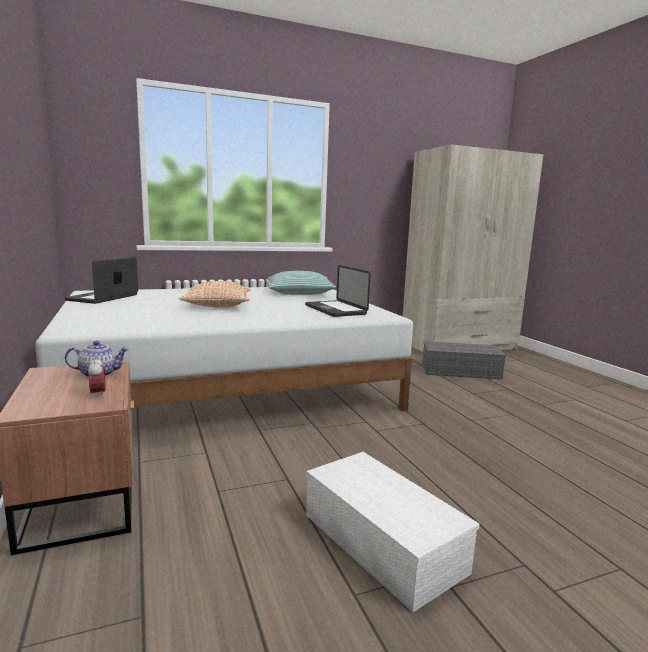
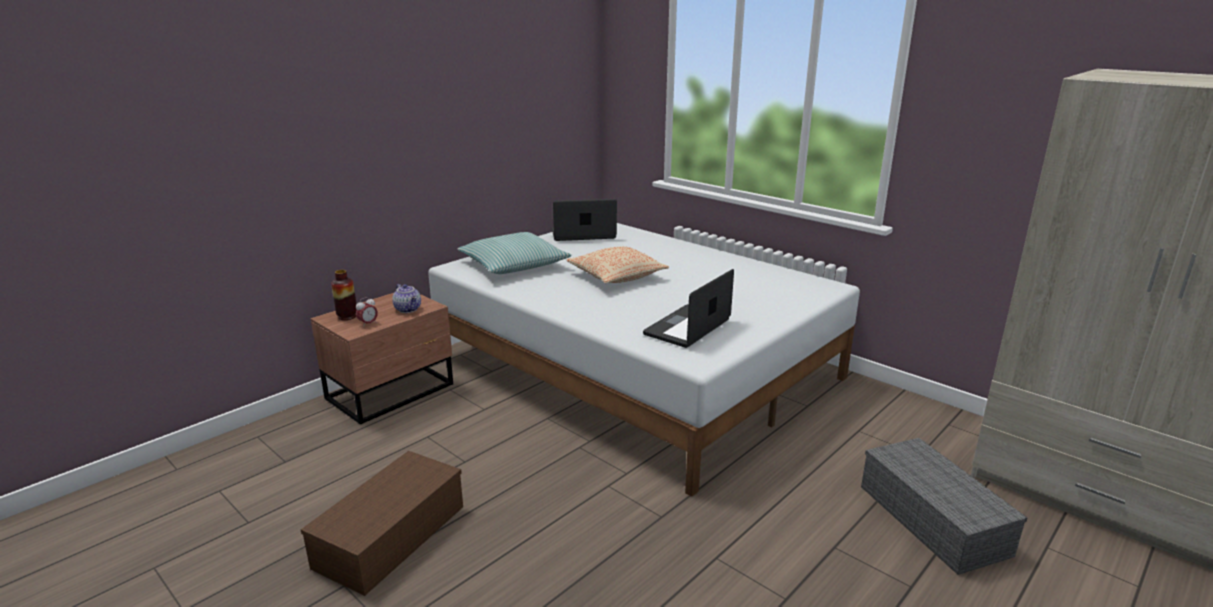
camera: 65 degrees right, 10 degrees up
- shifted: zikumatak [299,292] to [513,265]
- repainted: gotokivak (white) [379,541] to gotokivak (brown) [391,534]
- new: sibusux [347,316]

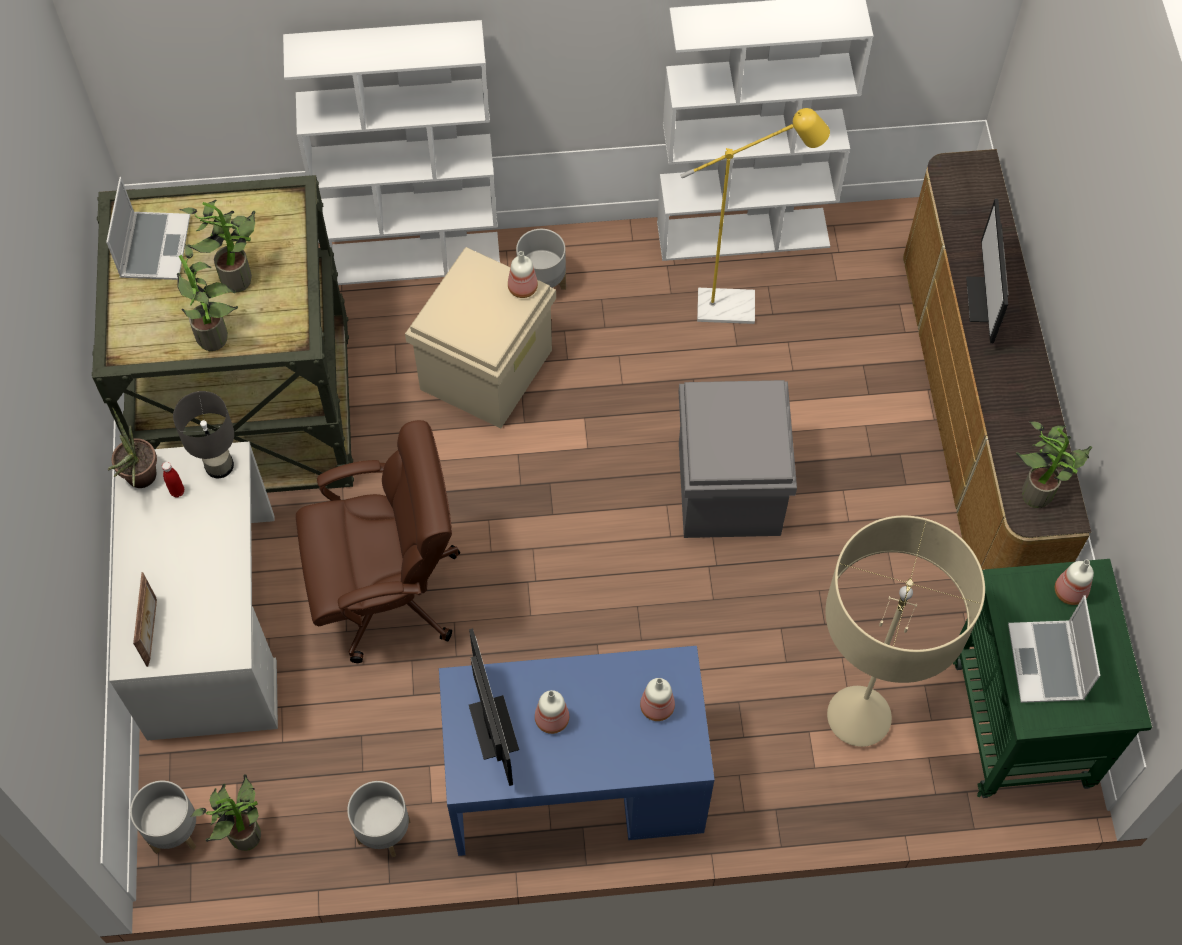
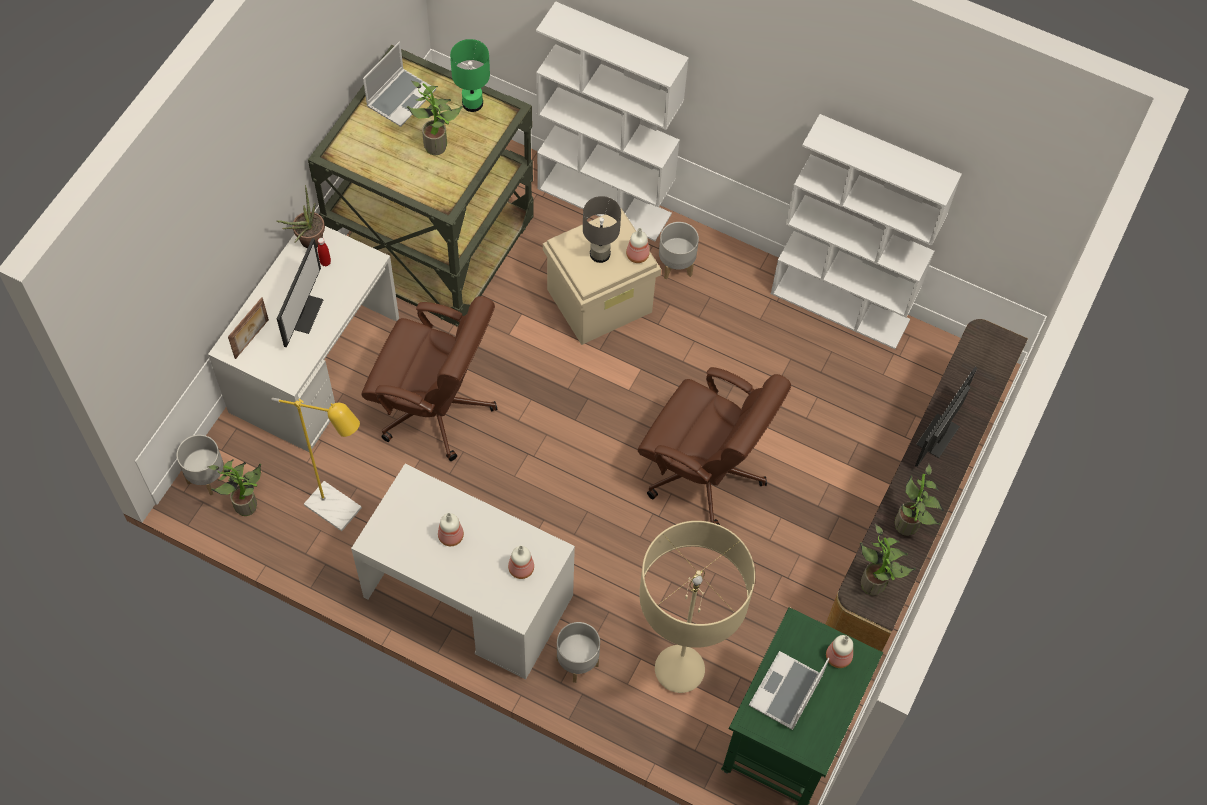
camera: 30 degrees right, 0 degrees up
- shifted: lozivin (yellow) [738,307] to [341,512]
- shifted: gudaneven [217,337] to [909,526]
- swapped: gotokivak (grey) [729,490] to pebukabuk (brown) [703,472]
- shifted: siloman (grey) [219,465] to [600,253]
- shifted: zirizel [492,727] to [303,312]
- repainted: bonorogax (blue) [575,780] to bonorogax (white) [468,596]
- shifted: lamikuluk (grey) [384,831] to [578,662]
- new: siloman (green) [473,103]

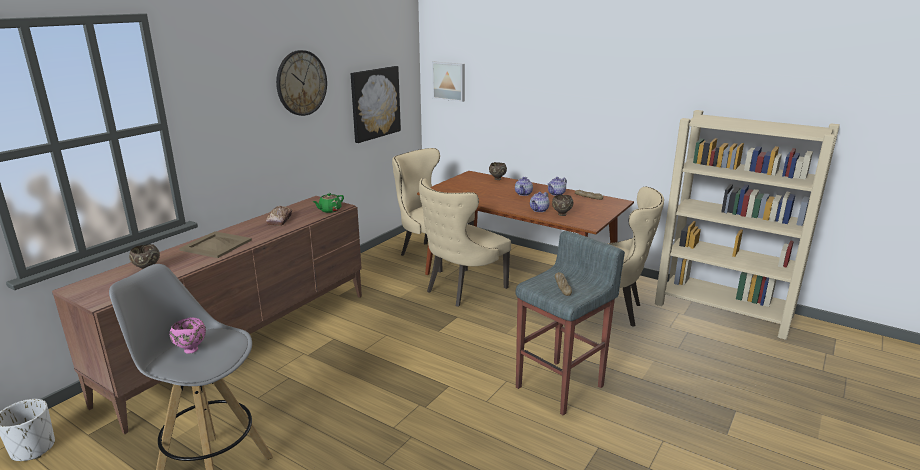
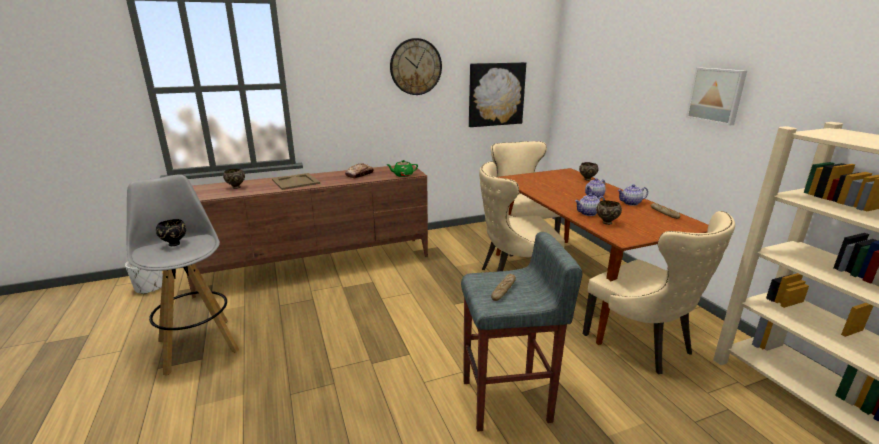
camera: 35 degrees right, 0 degrees up
- shifted: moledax [449,81] to [716,95]
- repainted: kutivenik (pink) [191,349] to kutivenik (black) [175,244]

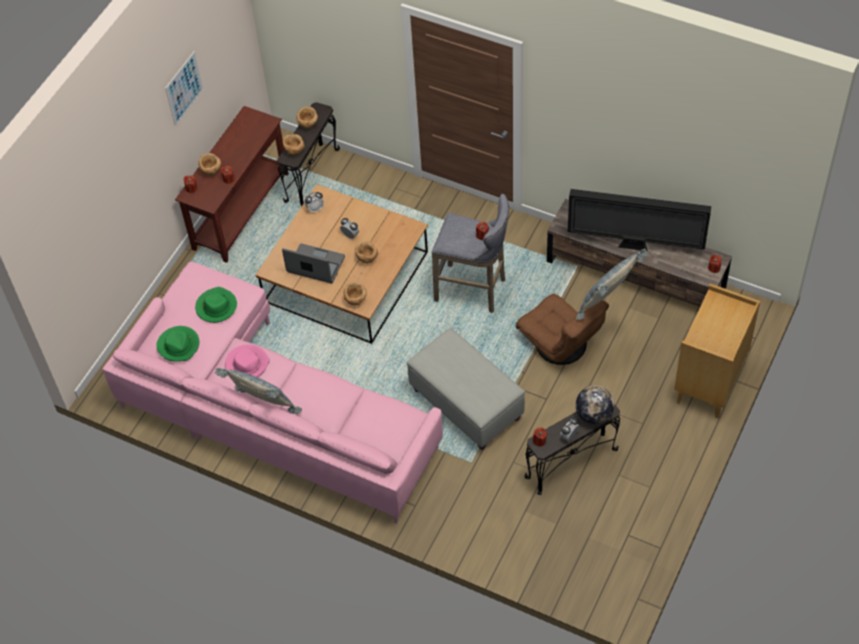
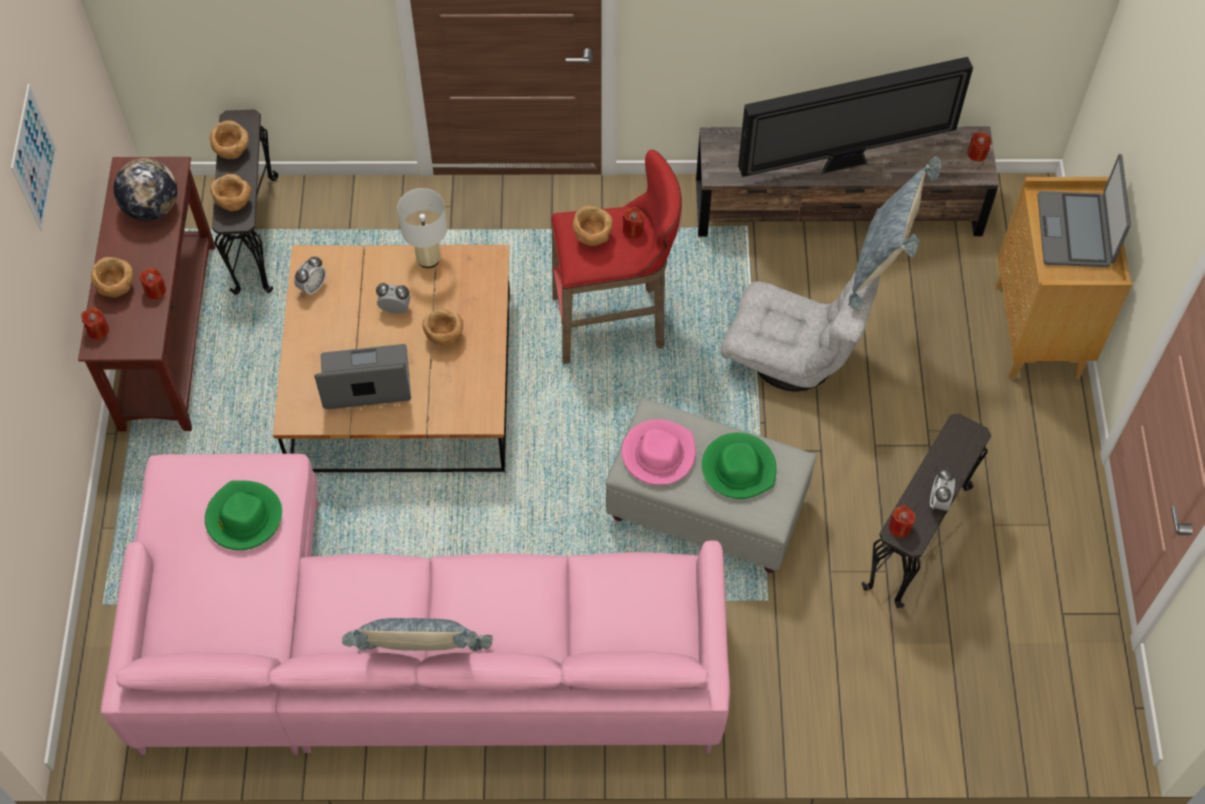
camera: 30 degrees left, 5 degrees up
- repainted: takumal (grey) [474,290] to takumal (red) [614,322]
- shifted: kutivenik (brown) [356,300] to [592,237]
- repainted: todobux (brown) [559,344] to todobux (grey) [791,357]
- shifted: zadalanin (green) [179,345] to [739,468]
- shifted: zadalanin (pink) [247,364] to [658,454]
- shifted: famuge [594,414] to [152,208]
- new: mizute [1075,230]
- new: siloman (white) [429,259]

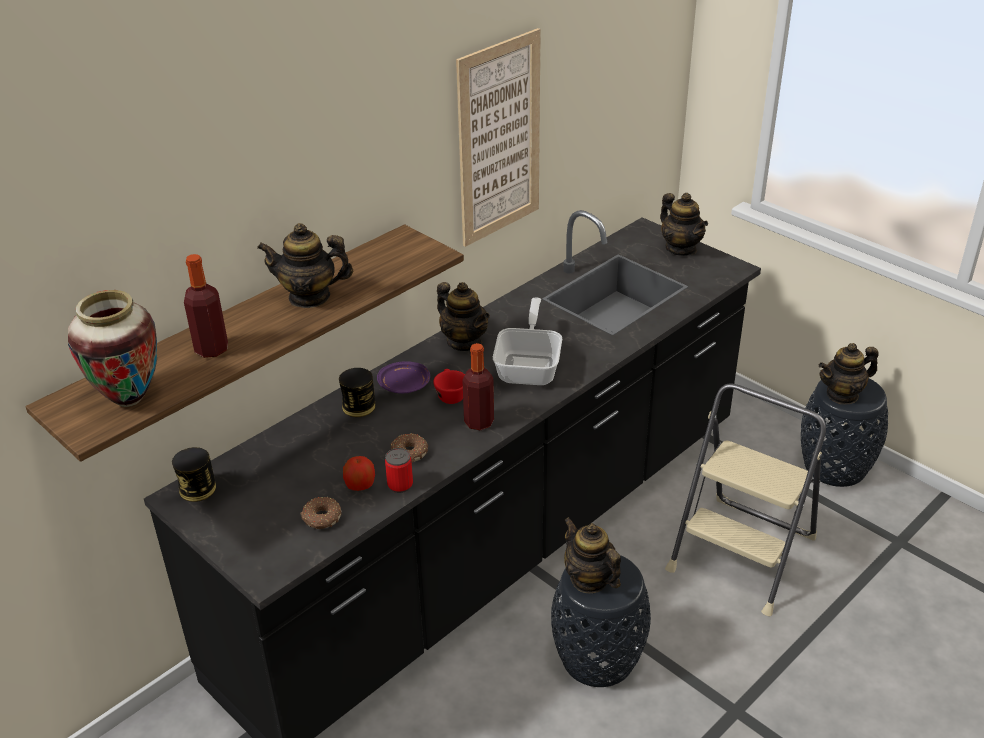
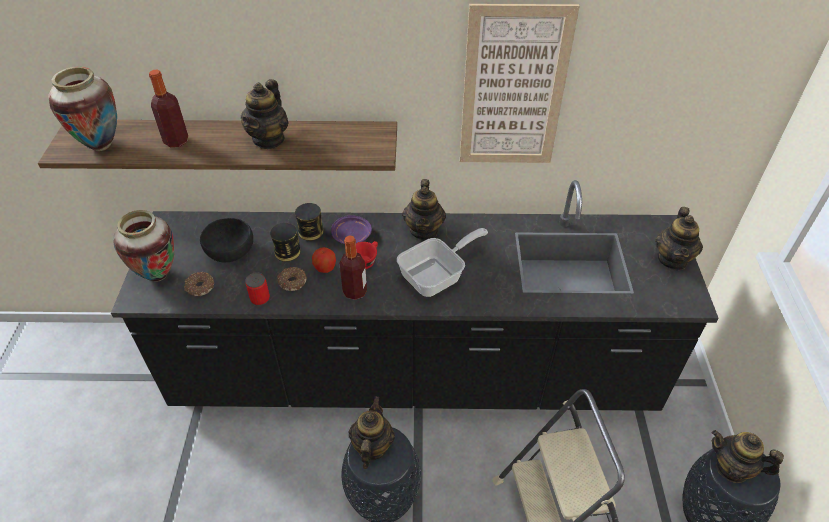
camera: 45 degrees right, 10 degrees up
- rotated: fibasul [310,297] = [269,139] 120 degrees counterclockwise
- shifted: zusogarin [197,489] to [287,252]
- shifted: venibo [360,486] to [325,268]
- new: sibusux [158,275]
- new: kutivenik (black) [230,251]

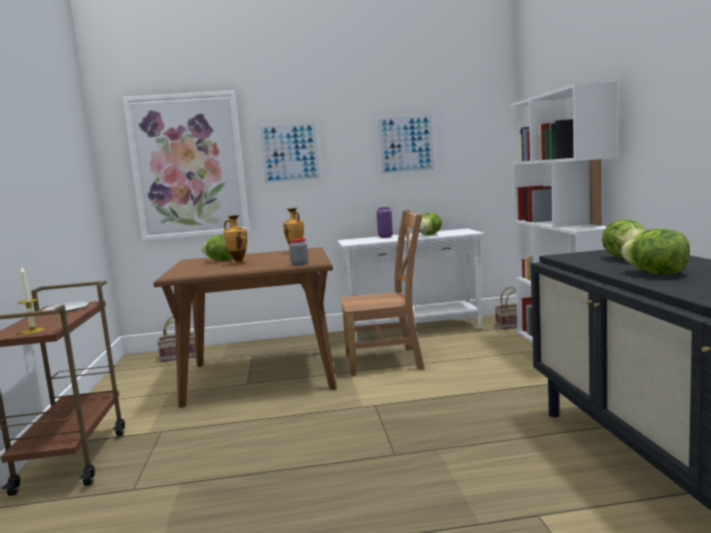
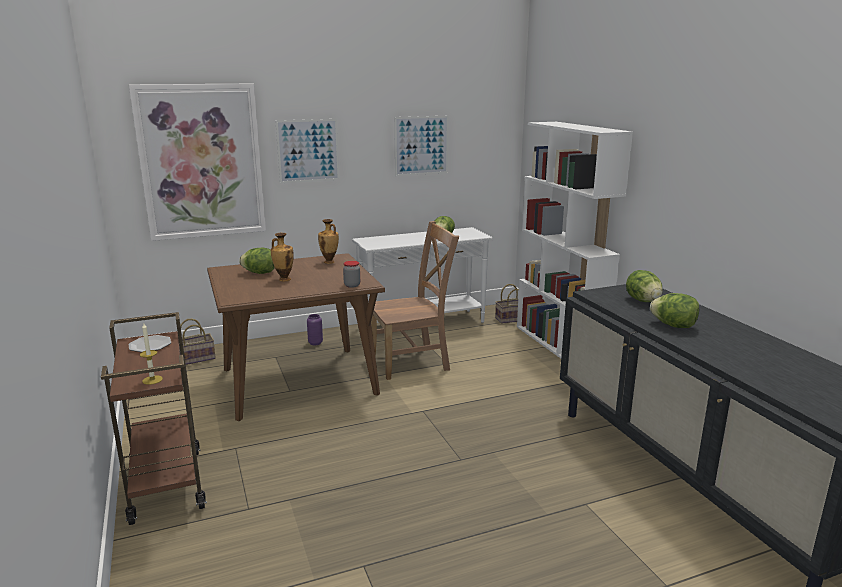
camera: 15 degrees left, 10 degrees up
- shifted: sibusux (purple) [385,237] to [315,343]

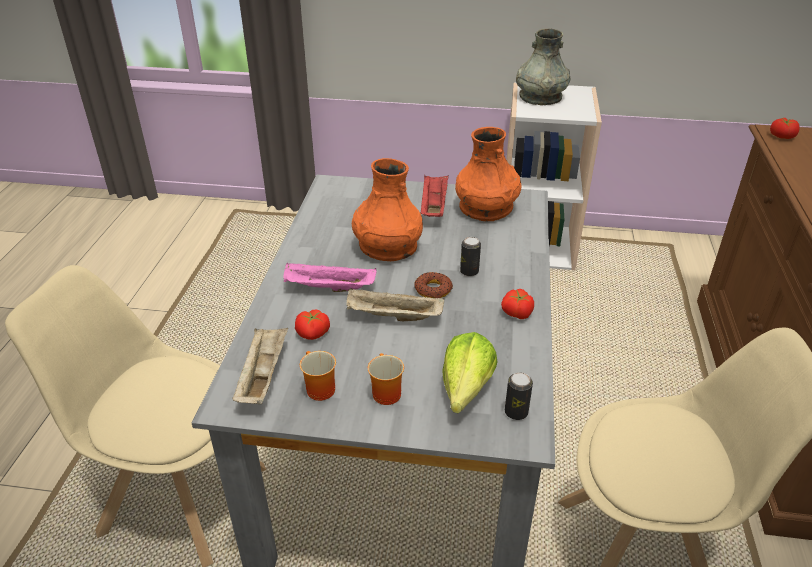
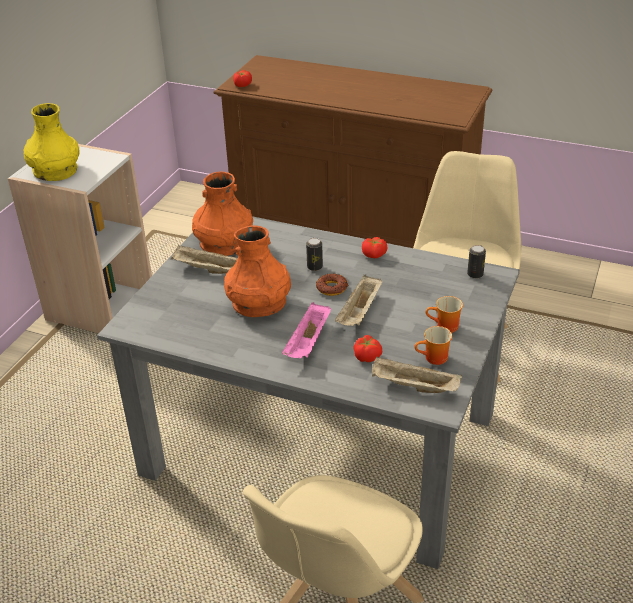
camera: 75 degrees left, 0 degrees up
- repainted: sibusux (grey) [540,97] to sibusux (yellow) [55,171]
- repainted: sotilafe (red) [433,206] to sotilafe (beige) [207,269]
- gone: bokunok [462,395]

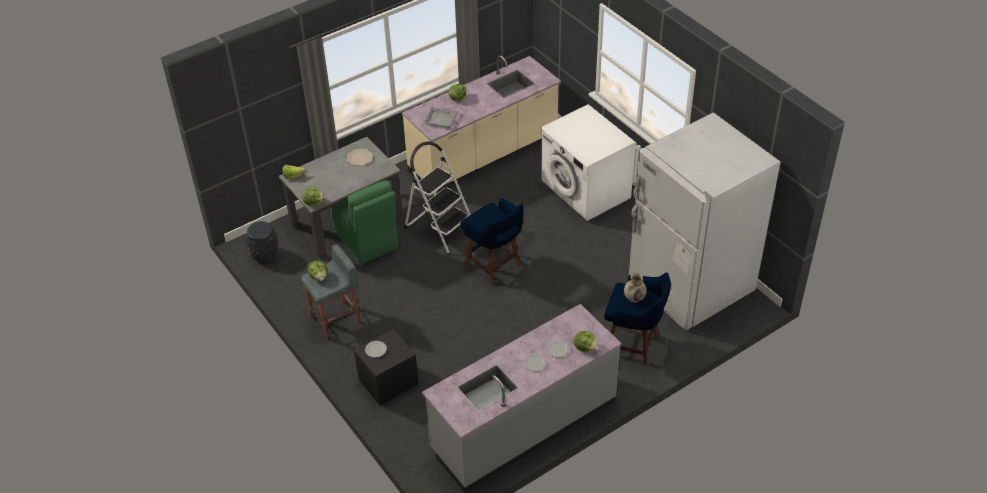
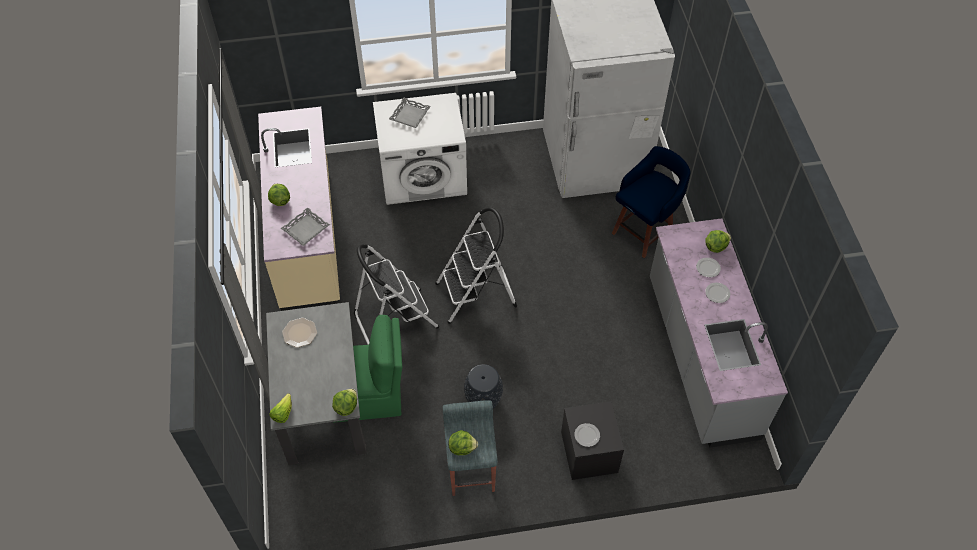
camera: 65 degrees left, 10 degrees up
- swapped: takumal (blue) [494,266] to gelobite [478,295]
- shifted: takumal (black) [265,256] to [483,399]
- gone: sibusux (beige) [634,298]
- new: sotilafe (grey) [409,115]

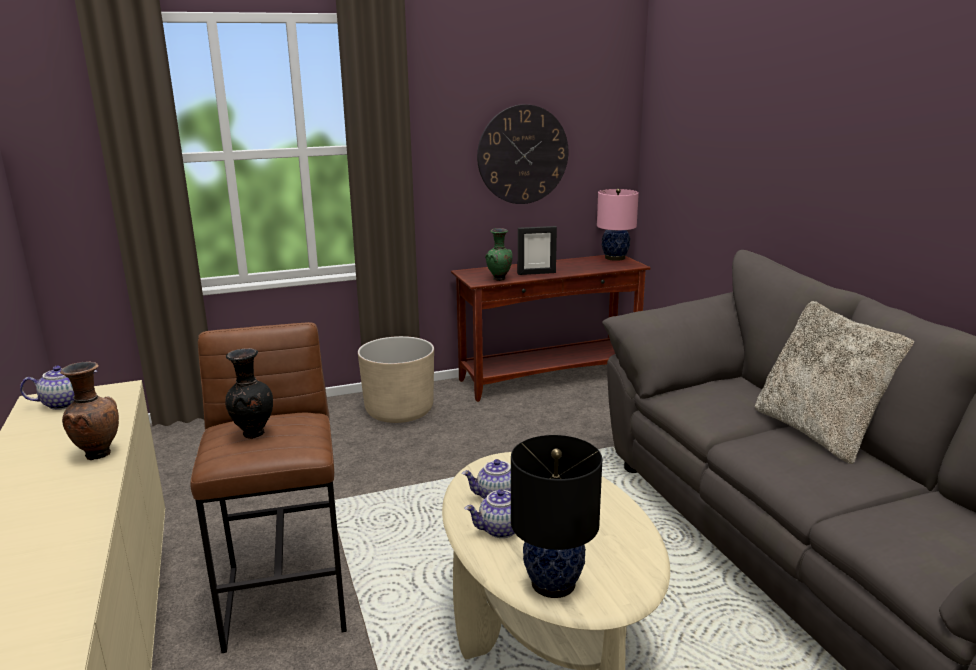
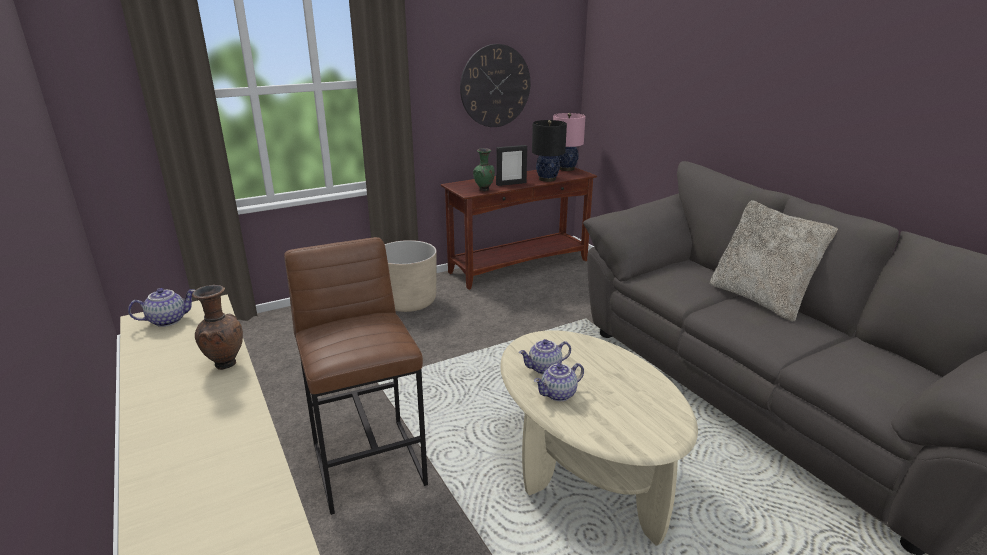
camera: 10 degrees left, 5 degrees up
- gone: sibusux (black) [252,433]
- shifted: siloman (black) [553,583] to [547,179]

